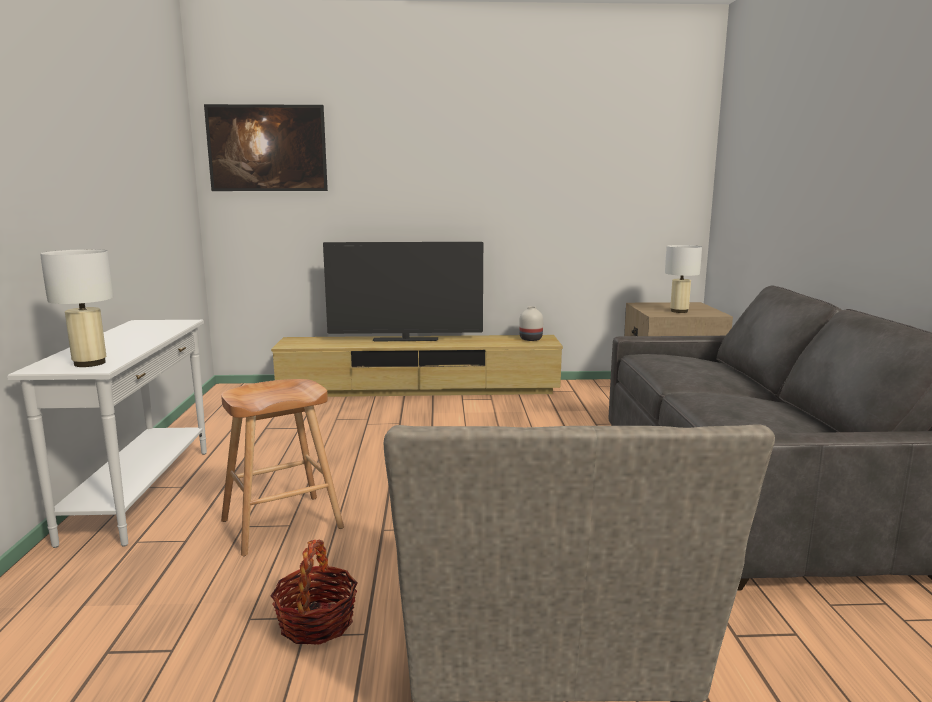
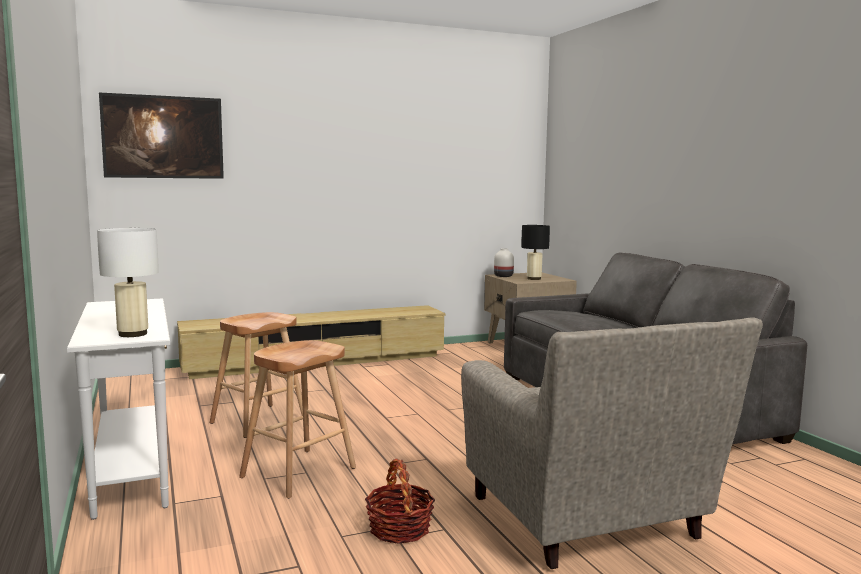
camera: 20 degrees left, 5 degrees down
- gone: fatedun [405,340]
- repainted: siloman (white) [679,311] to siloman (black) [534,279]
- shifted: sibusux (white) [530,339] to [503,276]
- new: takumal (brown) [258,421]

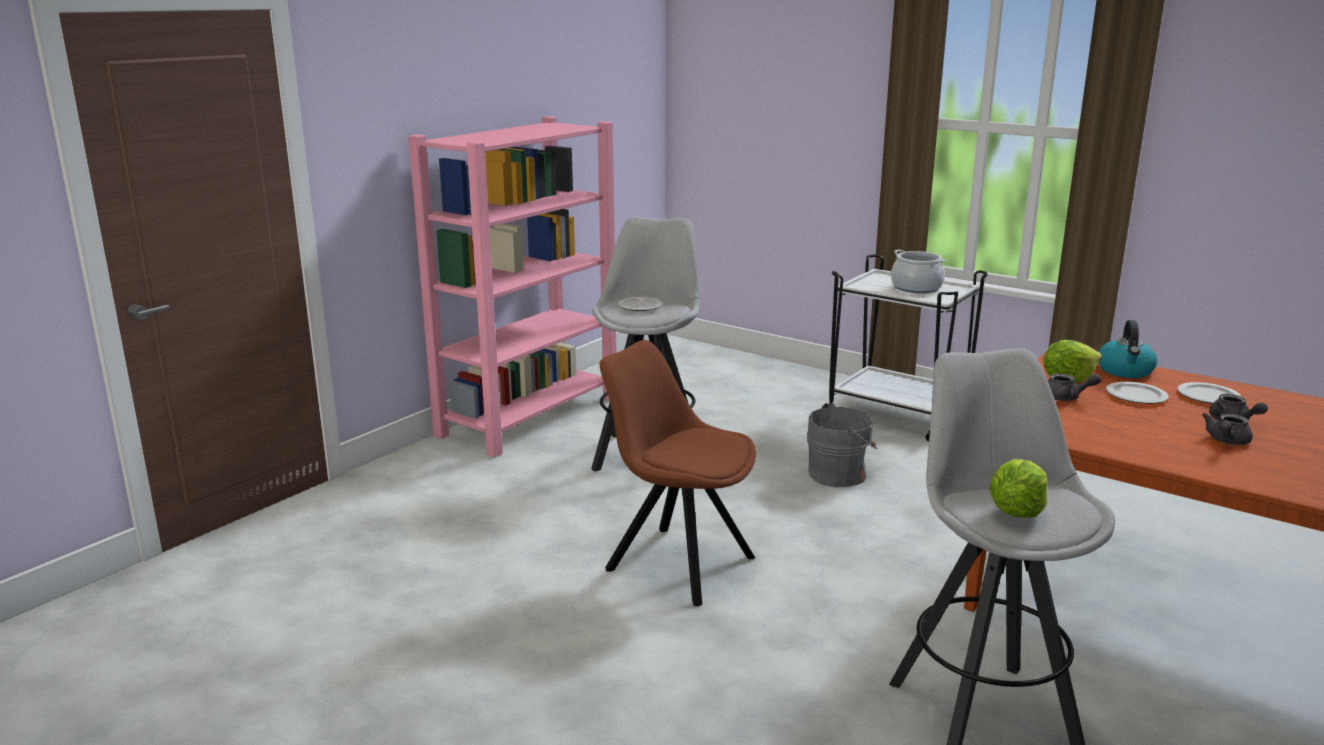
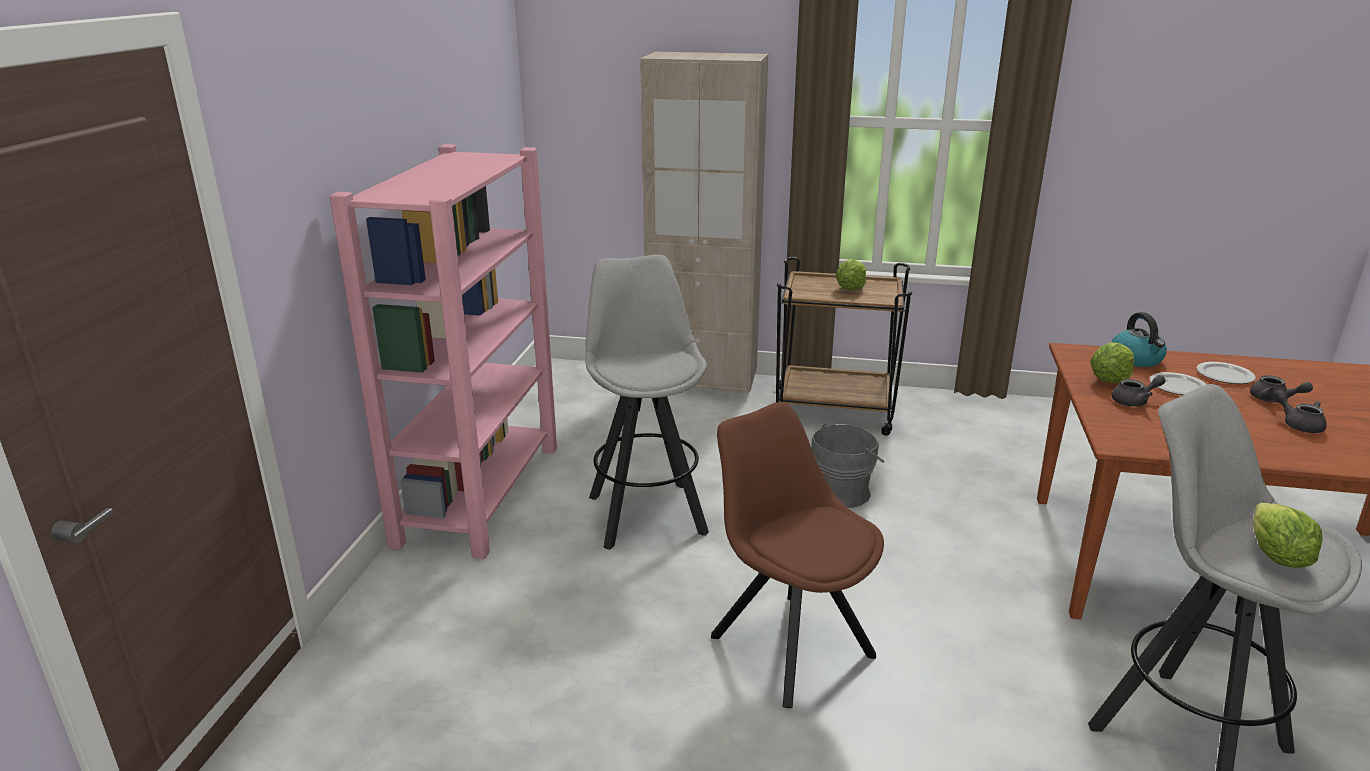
camera: 25 degrees left, 5 degrees up
- swapped: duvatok [916,288] to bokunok [850,288]
- repainted: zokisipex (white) [897,415] to zokisipex (brown) [834,412]
- gone: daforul [641,306]
- rotated: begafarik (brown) [678,564] = [790,646] 45 degrees clockwise
- rotated: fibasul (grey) [1226,441] = [1298,424] 135 degrees clockwise
- new: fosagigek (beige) [703,384]

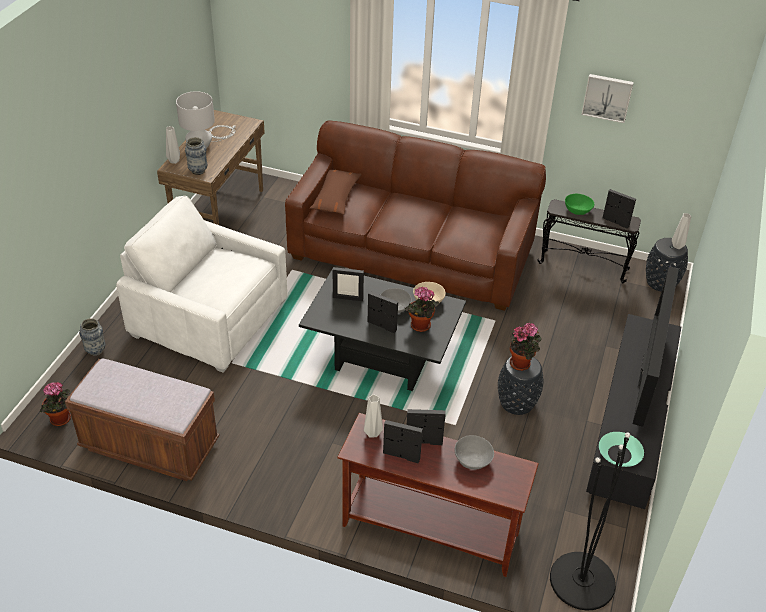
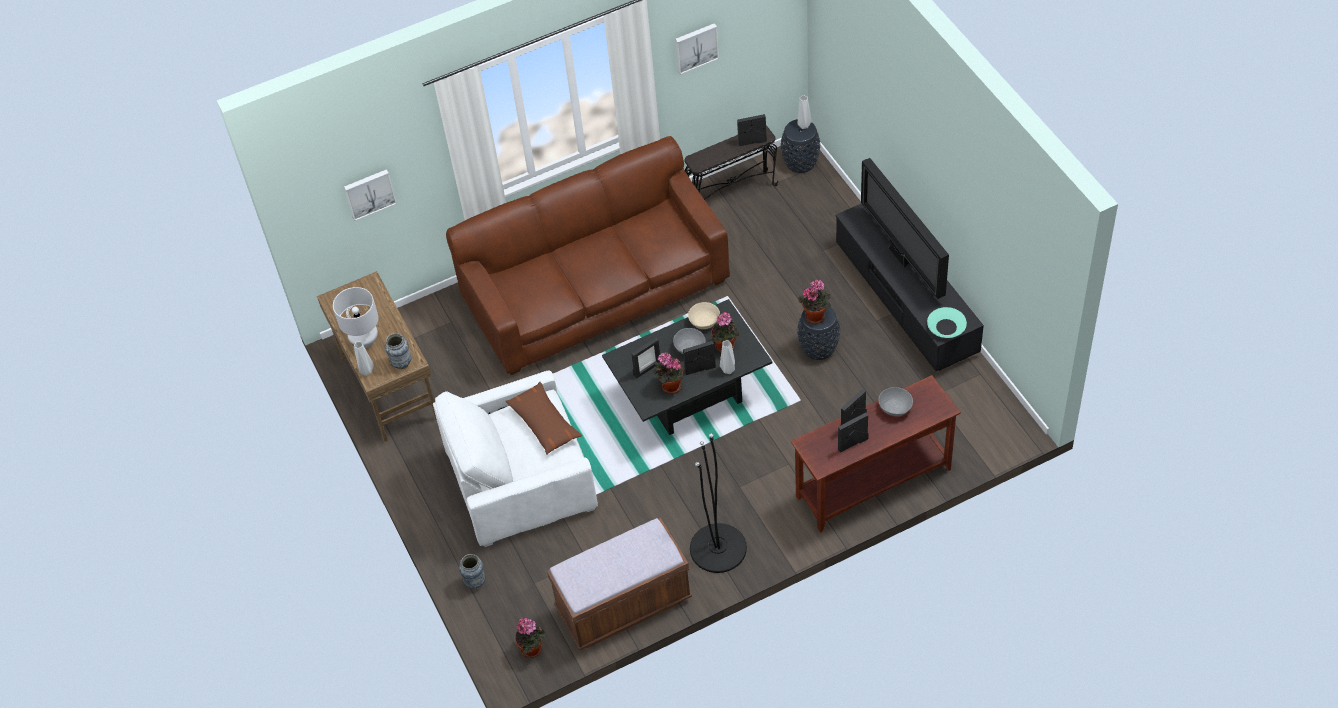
camera: 40 degrees left, 10 degrees up
- shifted: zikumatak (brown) [335,197] to [544,423]
- gone: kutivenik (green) [577,210]
- shifted: sibusux (grey) [372,433] to [728,370]
- shifted: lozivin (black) [582,580] to [718,548]
- new: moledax [369,193]
- new: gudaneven [670,387]

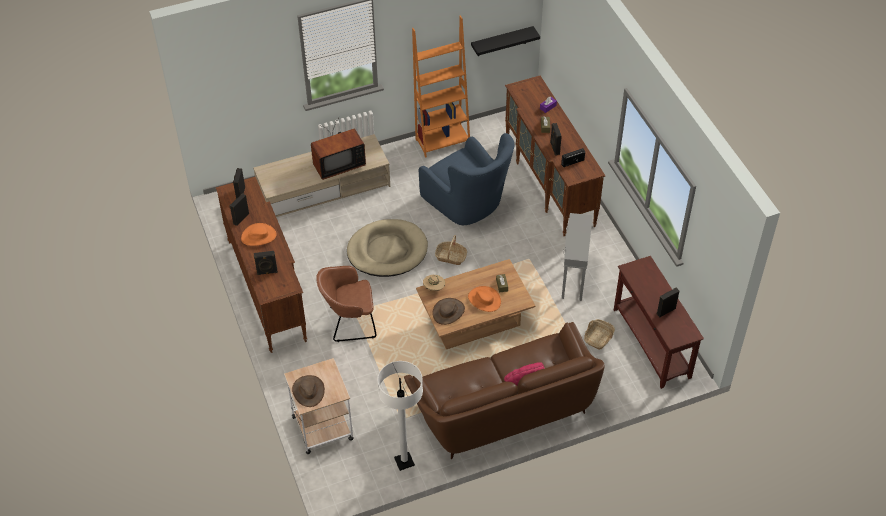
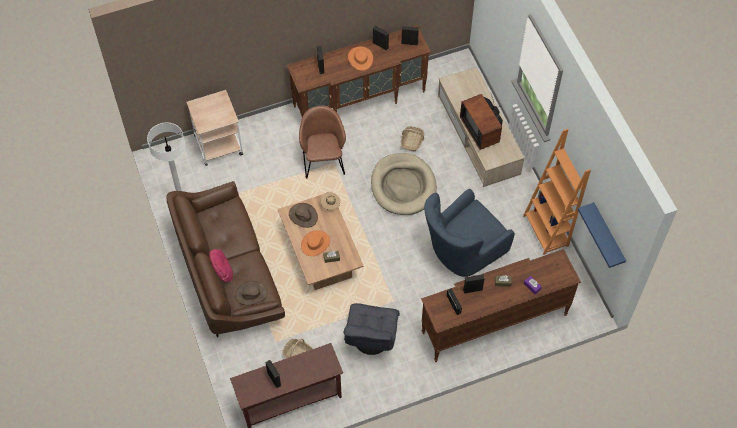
camera: 90 degrees right, 10 degrees up
- repainted: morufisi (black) [502,41] to morufisi (blue) [608,236]
- swapped: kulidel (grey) [573,277] to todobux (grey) [370,338]
- shifted: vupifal [451,257] to [412,141]
- shifted: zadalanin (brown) [308,391] to [251,294]

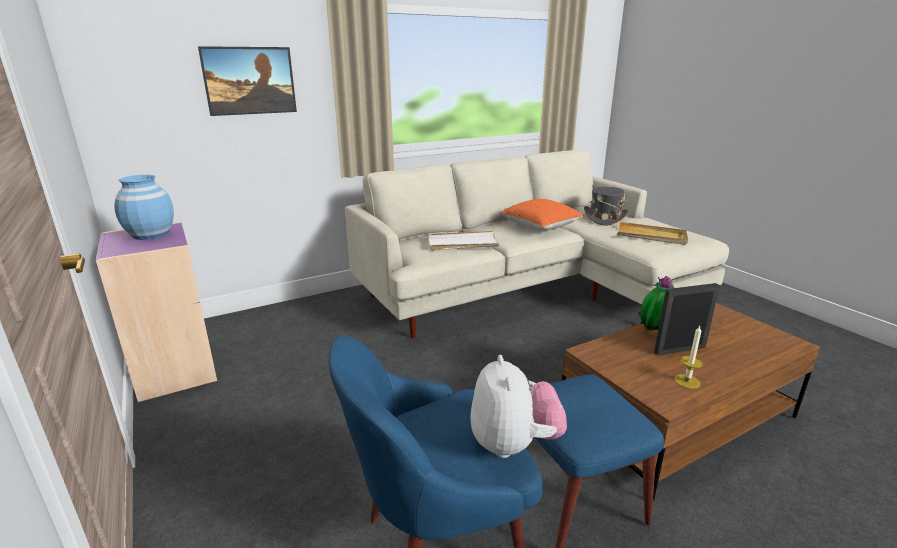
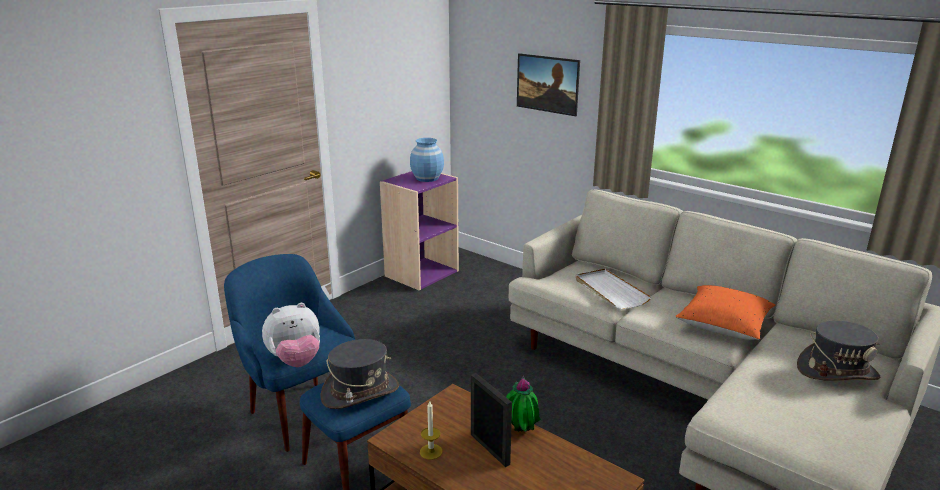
camera: 70 degrees right, 0 degrees up
- gone: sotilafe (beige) [651,236]
- new: zadalanin (grey) [360,392]

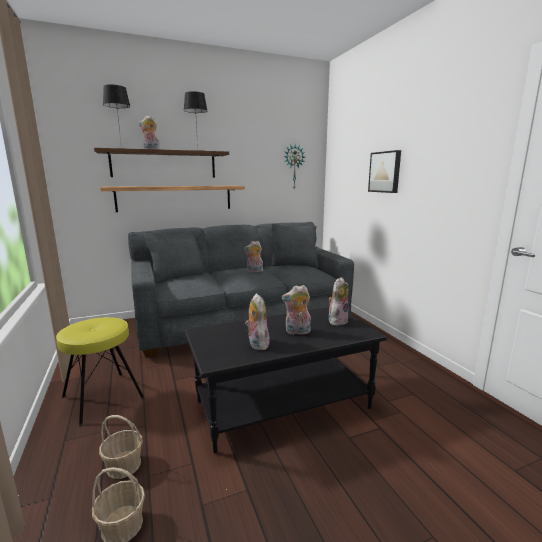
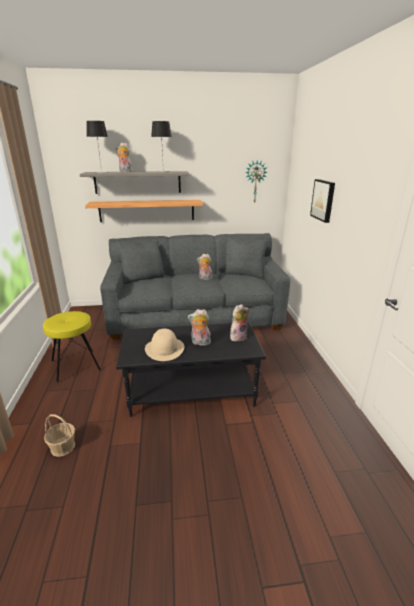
camera: 15 degrees right, 10 degrees up
- repainted: morufisi (brown) [164,164] to morufisi (grey) [137,182]
- swapped: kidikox [256,344] to zadalanin (beige) [164,349]
- gone: vupifal [124,465]

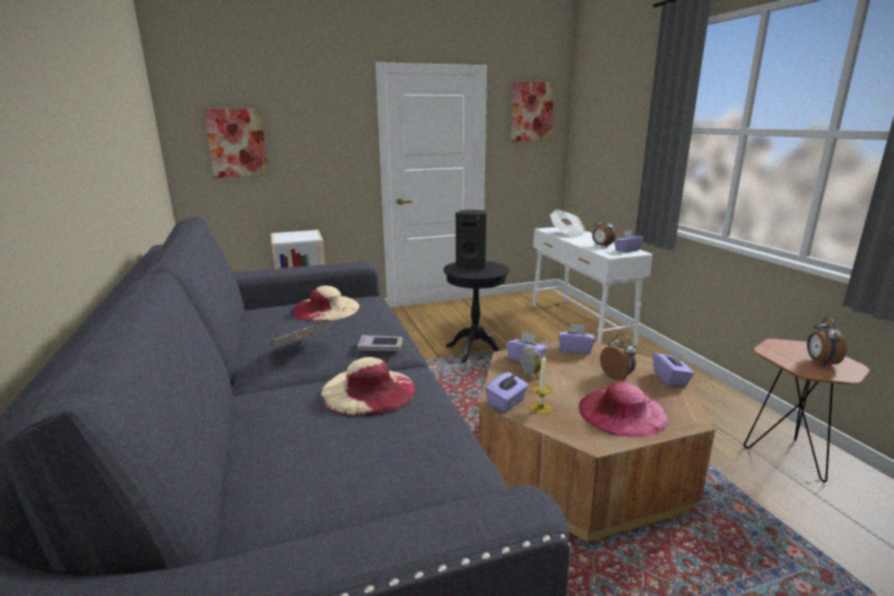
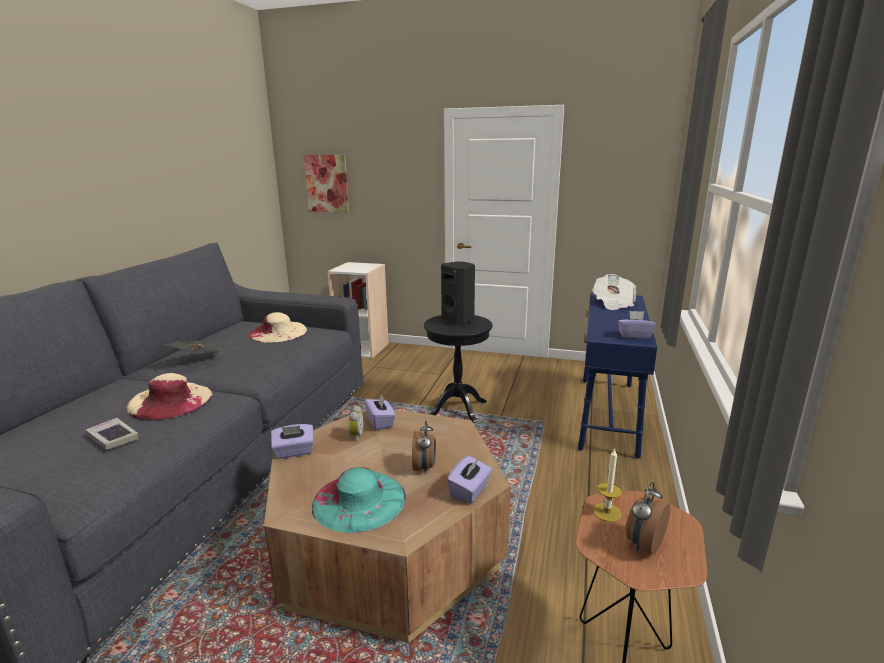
camera: 35 degrees right, 0 degrees up
- gone: moledax [531,112]
- gone: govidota [601,246]
- repainted: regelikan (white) [579,324] to regelikan (blue) [606,414]
- gone: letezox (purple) [575,349]
- shifted: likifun [380,347] to [113,438]
- shifted: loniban [540,408] to [607,512]
- repainted: zadalanin (pink) [622,412] to zadalanin (turquoise) [359,500]

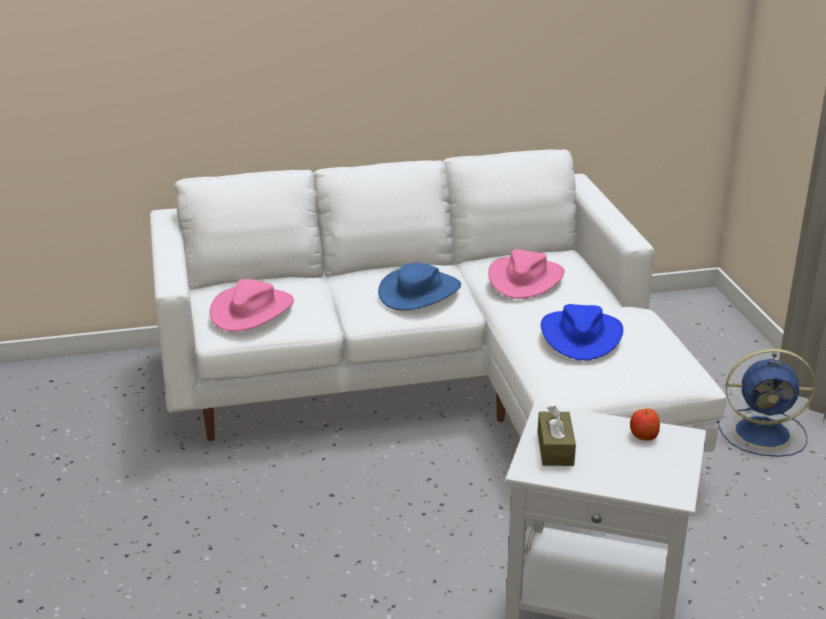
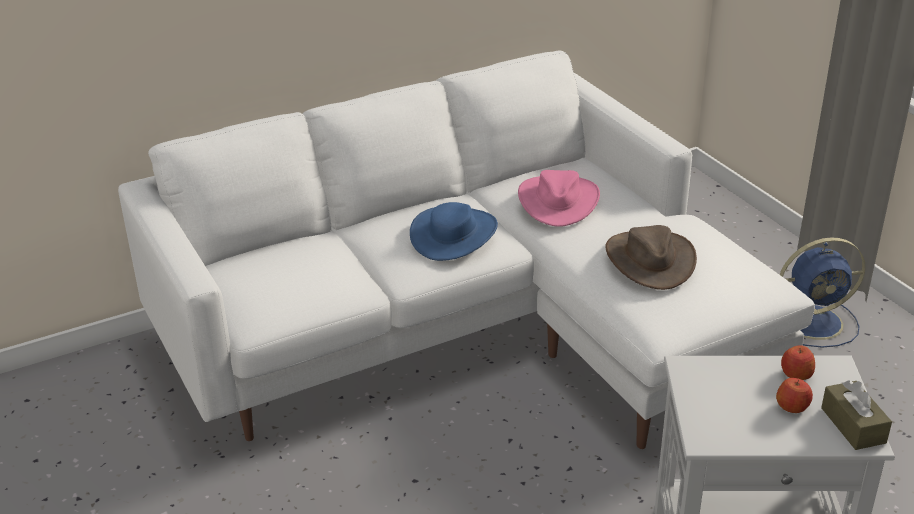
camera: 15 degrees left, 5 degrees up
- gone: zadalanin (pink) [252,310]
- repainted: zadalanin (blue) [580,335] to zadalanin (brown) [649,260]
- shifted: letezox (brown) [555,448] to [853,425]
- new: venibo [792,406]

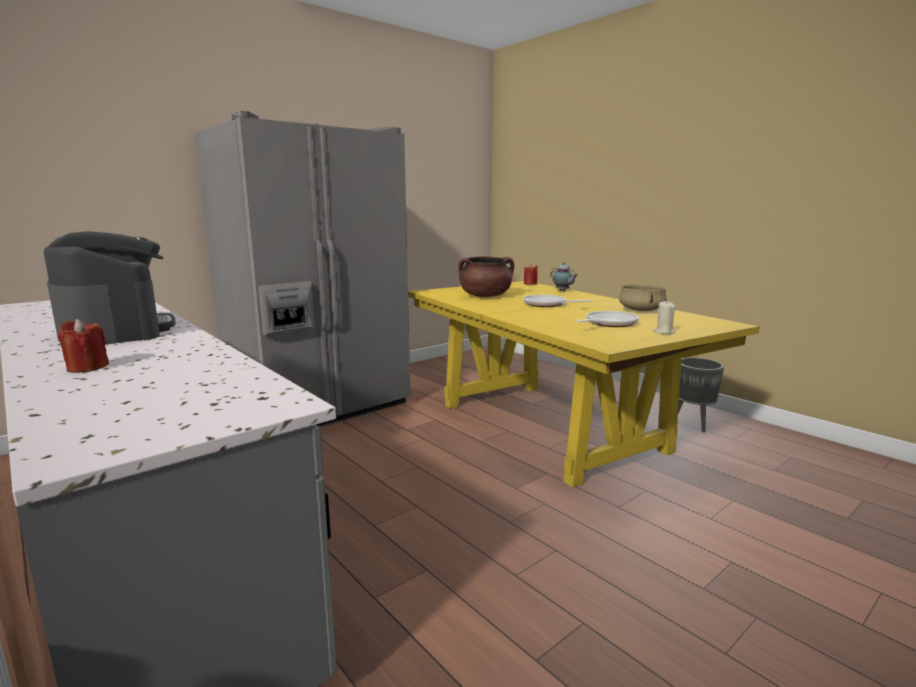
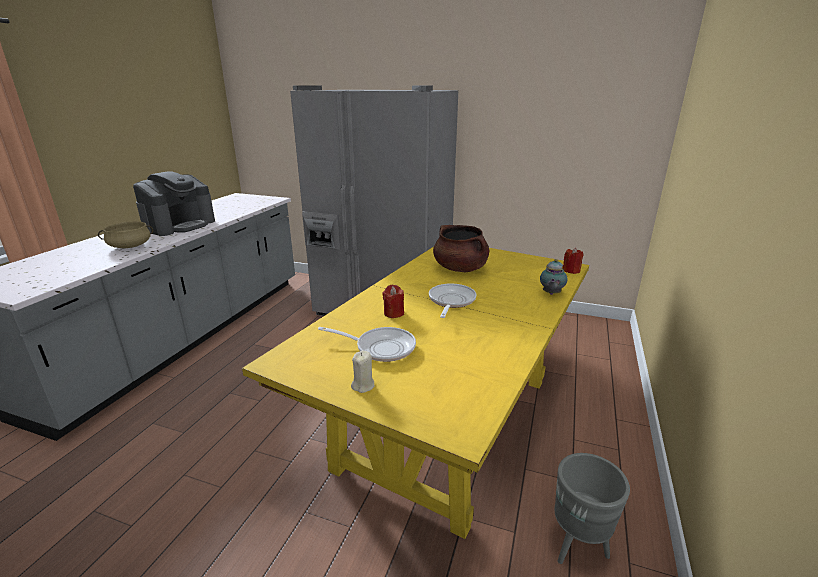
camera: 60 degrees right, 10 degrees up
- shifted: duvatok (beige) [641,310] to [130,246]
- shifted: loniban (red) [87,367] to [393,313]

